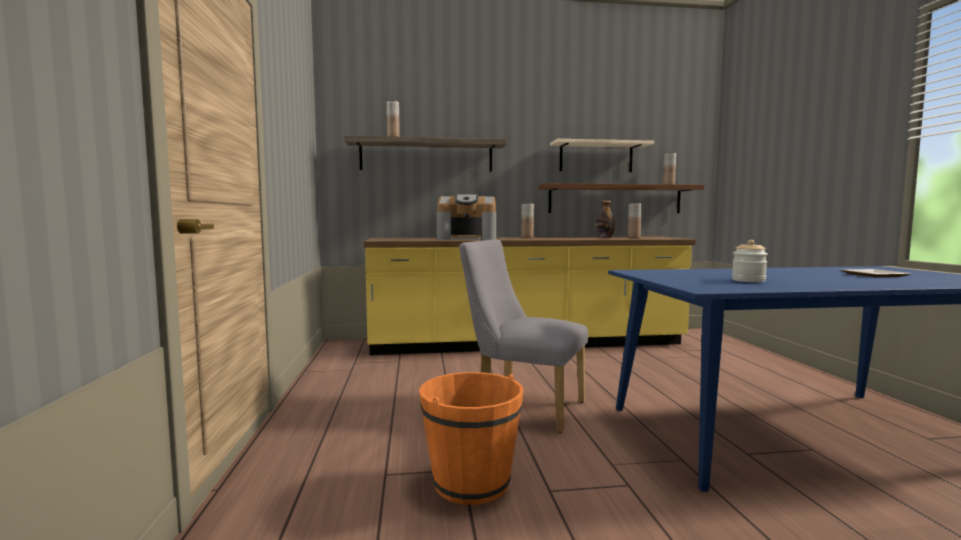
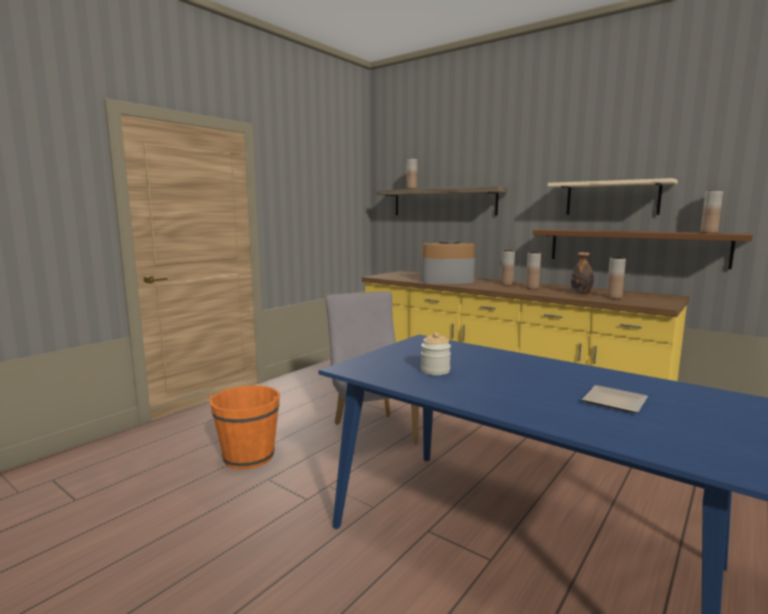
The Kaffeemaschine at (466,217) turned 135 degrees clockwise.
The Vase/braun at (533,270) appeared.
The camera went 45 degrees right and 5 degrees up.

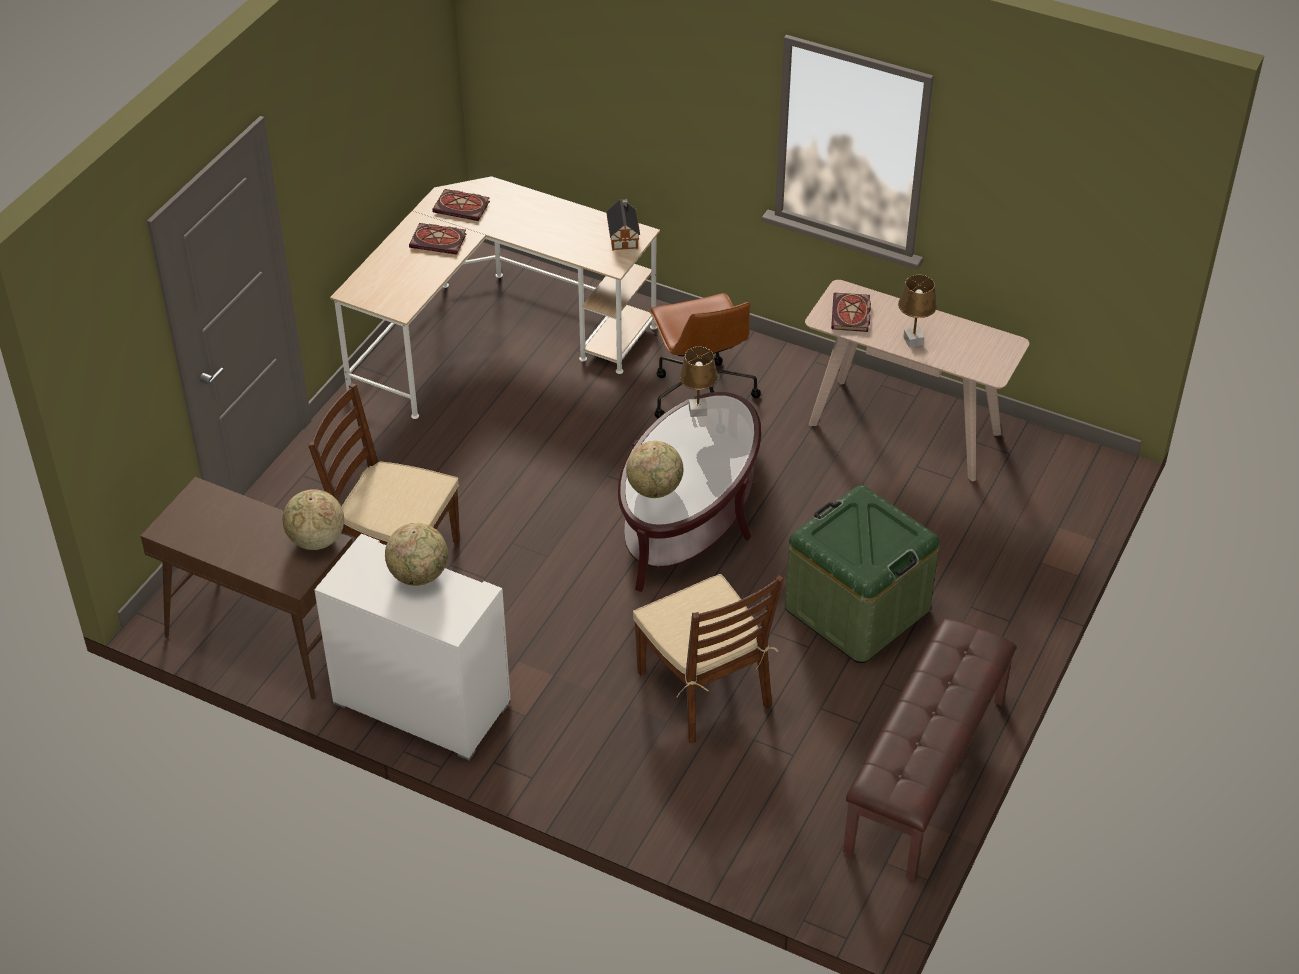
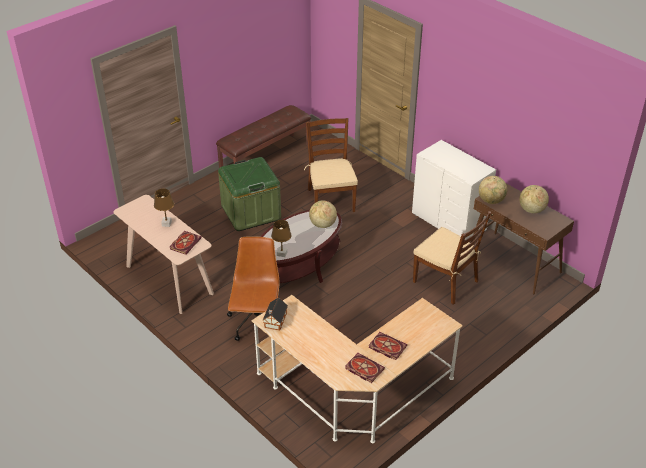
The Globus moved from (416,554) to (534,199).
The camera went 160 degrees left and 5 degrees down.

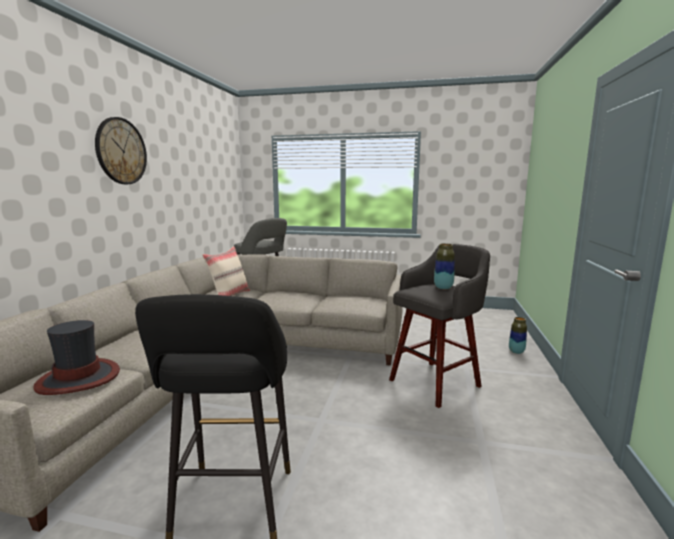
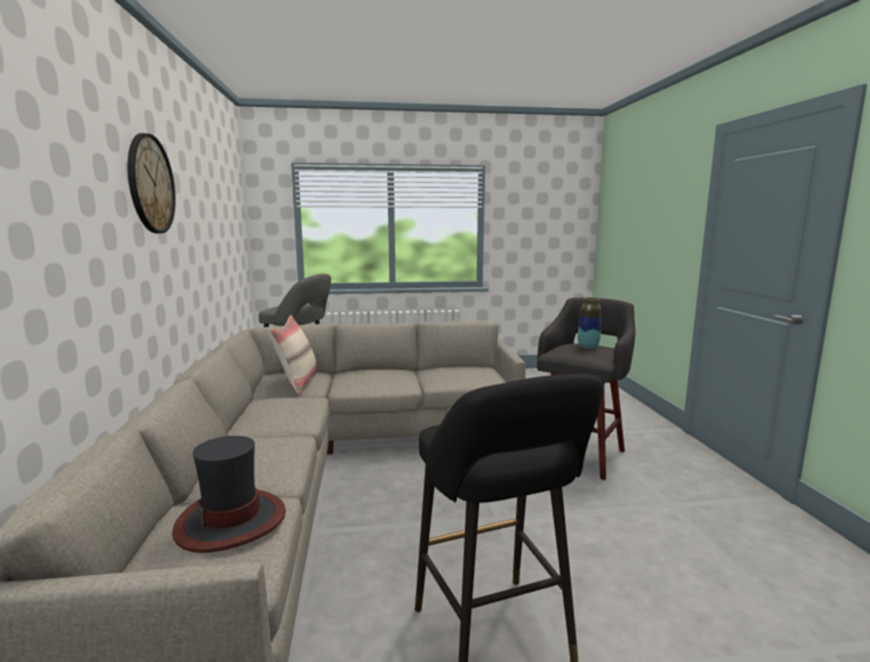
The Vase at (518,335) disappeared.
The camera went 20 degrees left and 0 degrees up.

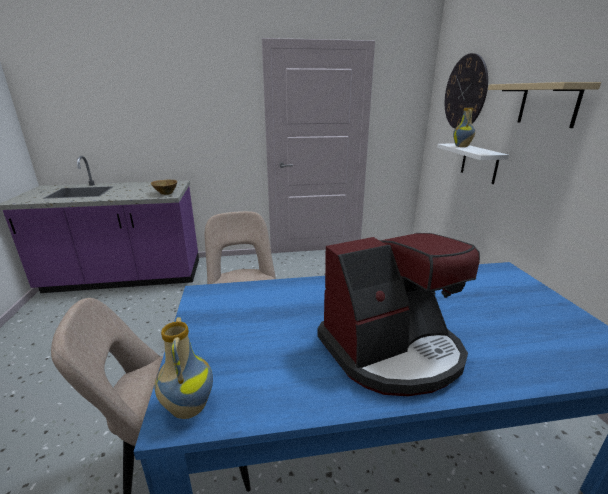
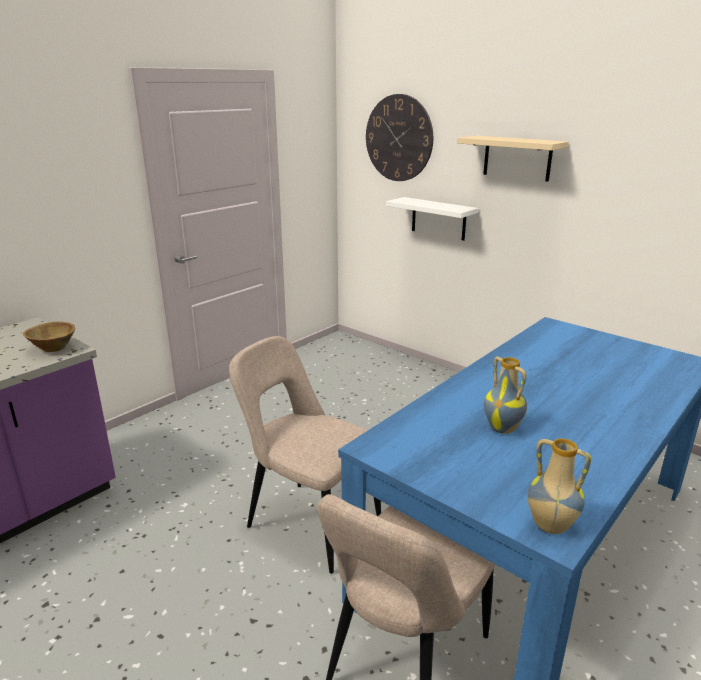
The Vase moved from (464,127) to (505,395).
The Kaffeemaschine at (398,314) disappeared.
The camera went 40 degrees left and 0 degrees up.

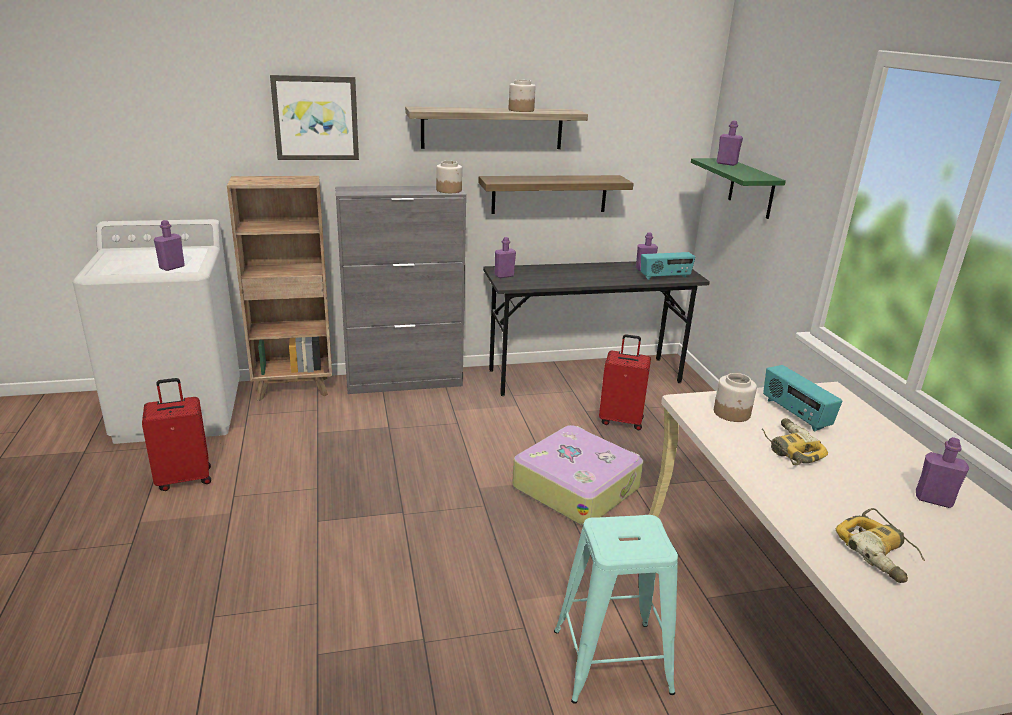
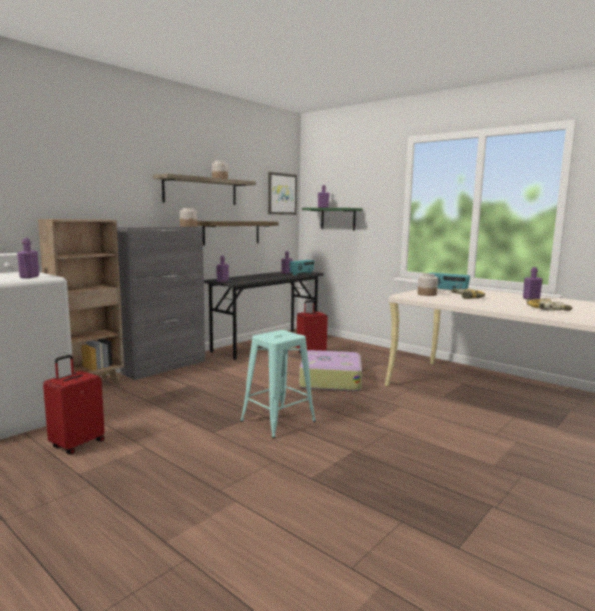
The Bild moved from (314,117) to (282,193).
The Hocker/türkis moved from (616,609) to (278,384).
The camera went 35 degrees left and 15 degrees down.

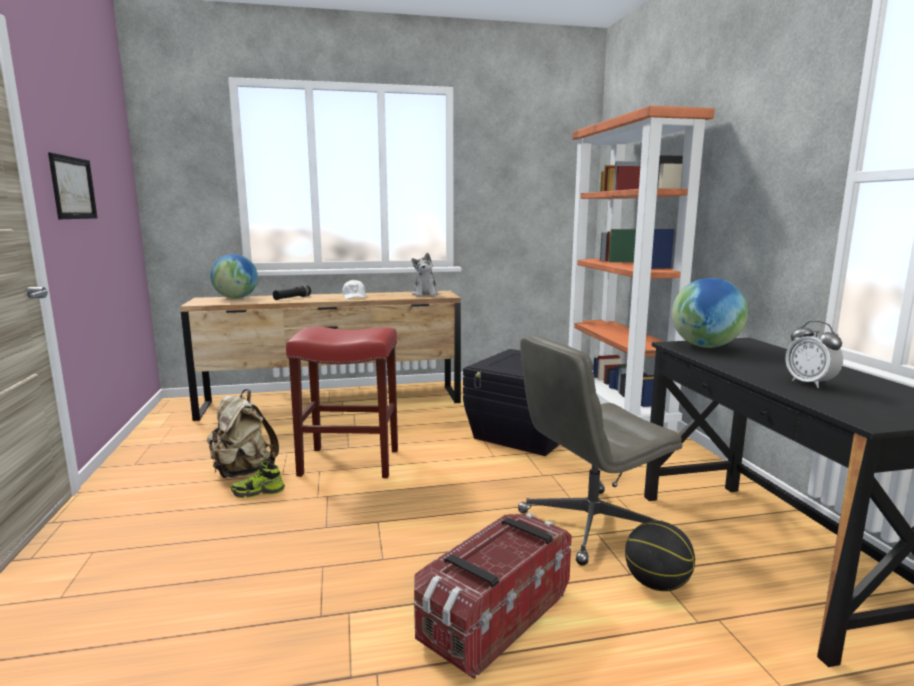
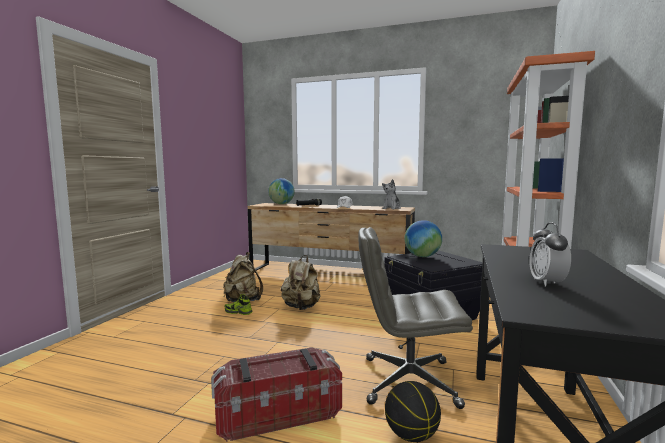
The Bild at (72,186) disappeared.
The Globus moved from (710,313) to (423,238).
The Hocker/rot at (342,402) was replaced by the Rucksack/beige at (301,282).
The camera went 30 degrees right and 5 degrees down.

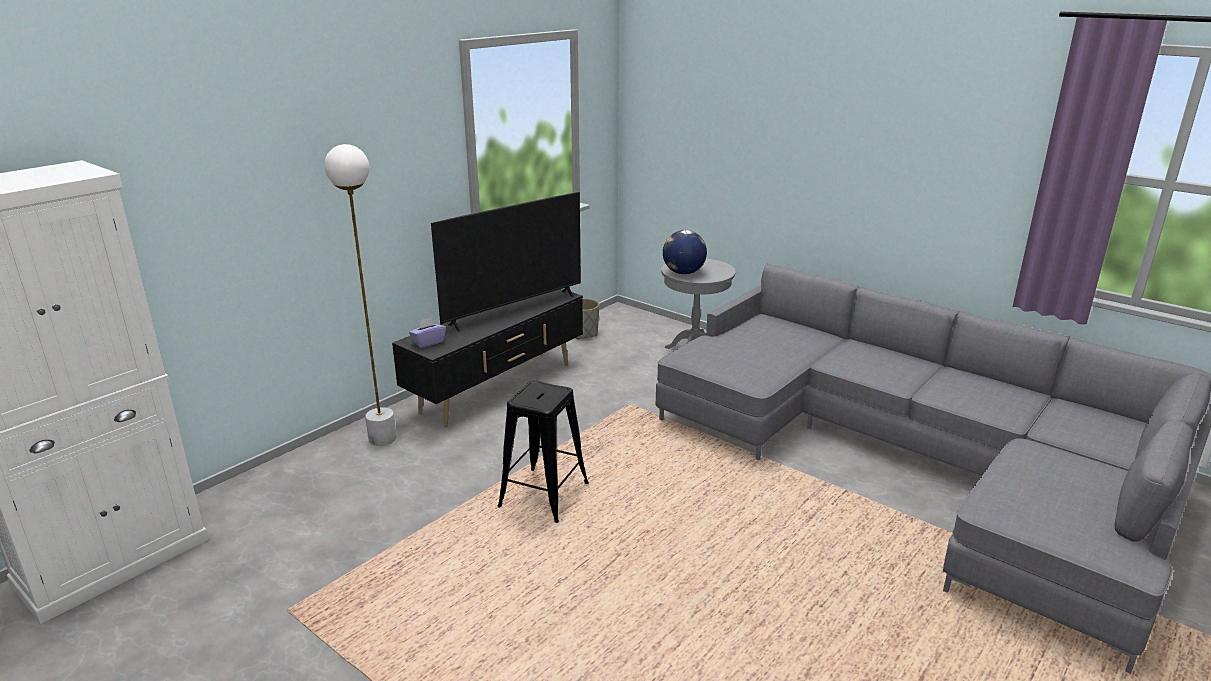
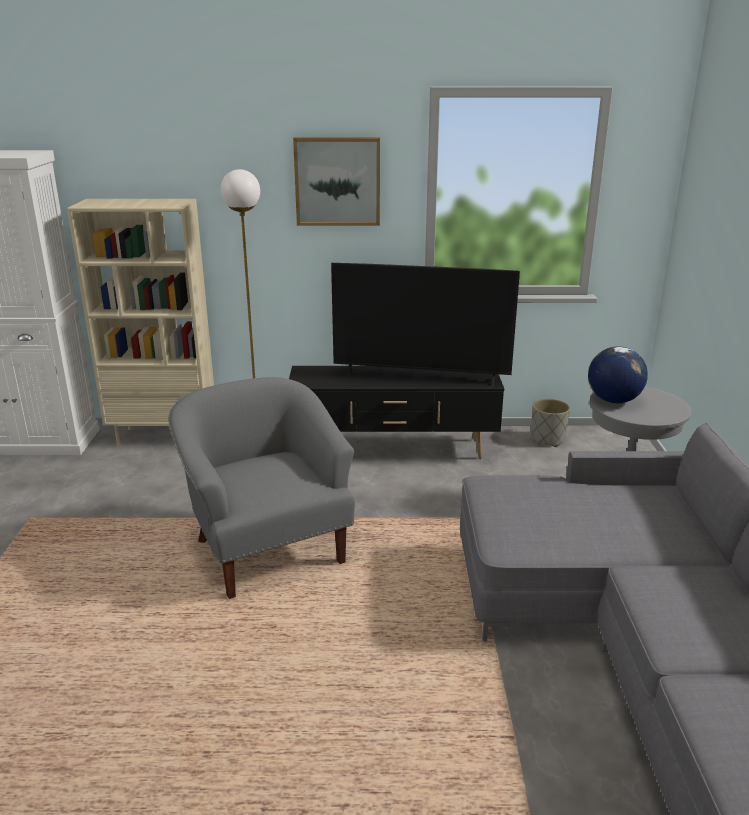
The Taschentuchbox/lila at (427,332) disappeared.
The Hocker/schwarz at (543,452) was replaced by the Sessel/grau at (261,488).
The Bild at (336,181) appeared.
The Bücherregal/beige at (140,323) appeared.
The camera went 50 degrees right and 0 degrees up.

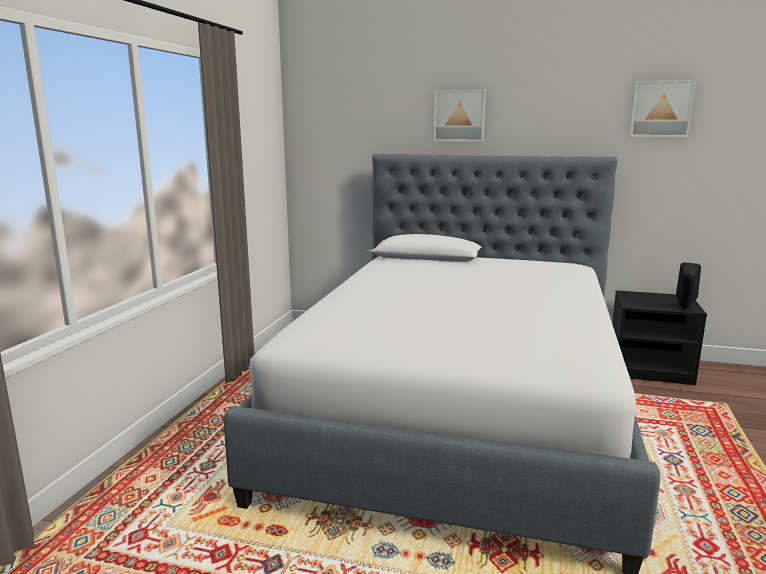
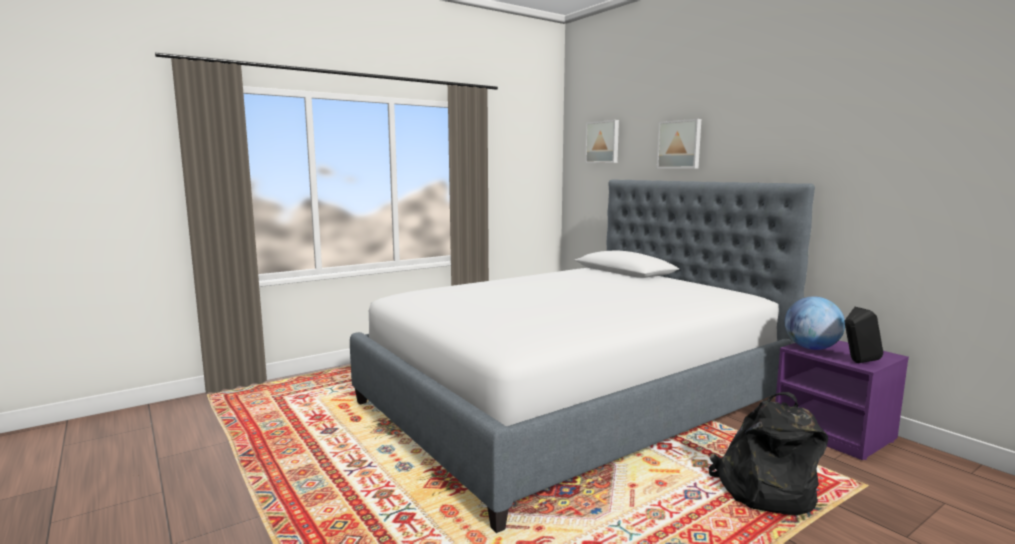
The Bild moved from (662,108) to (602,141).
The Nachttisch/schwarz at (659,337) became the Nachttisch/lila at (842,400).
The Globus at (815,323) appeared.
The Rucksack/schwarz at (768,453) appeared.
The camera went 40 degrees right and 5 degrees down.

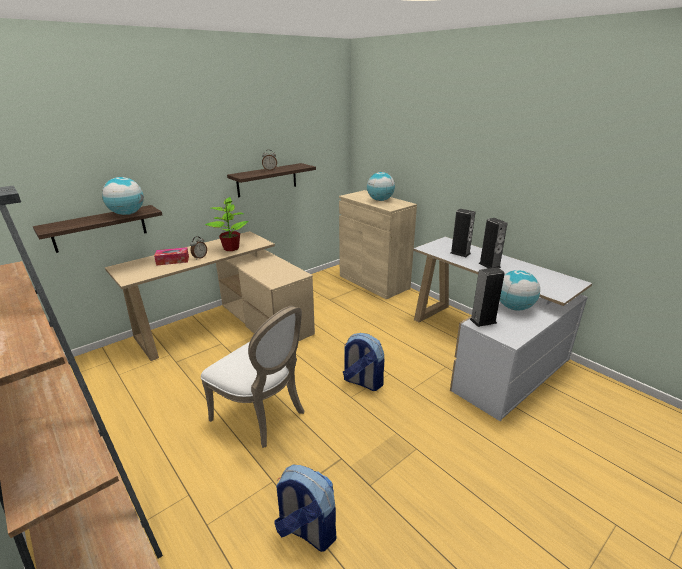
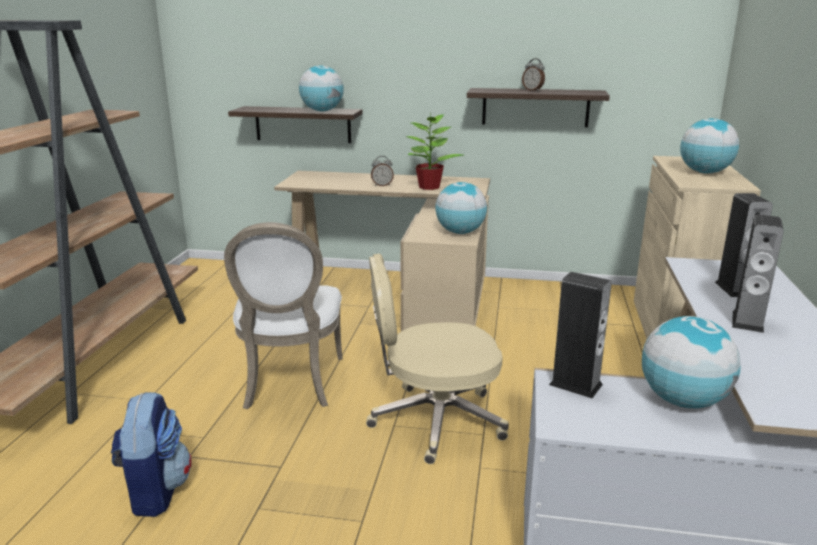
The Taschentuchbox at (171,256) disappeared.
The Rucksack at (363,362) was replaced by the Bürostuhl/beige at (437,359).
The Globus at (461,208) appeared.
The camera went 50 degrees right and 5 degrees down.

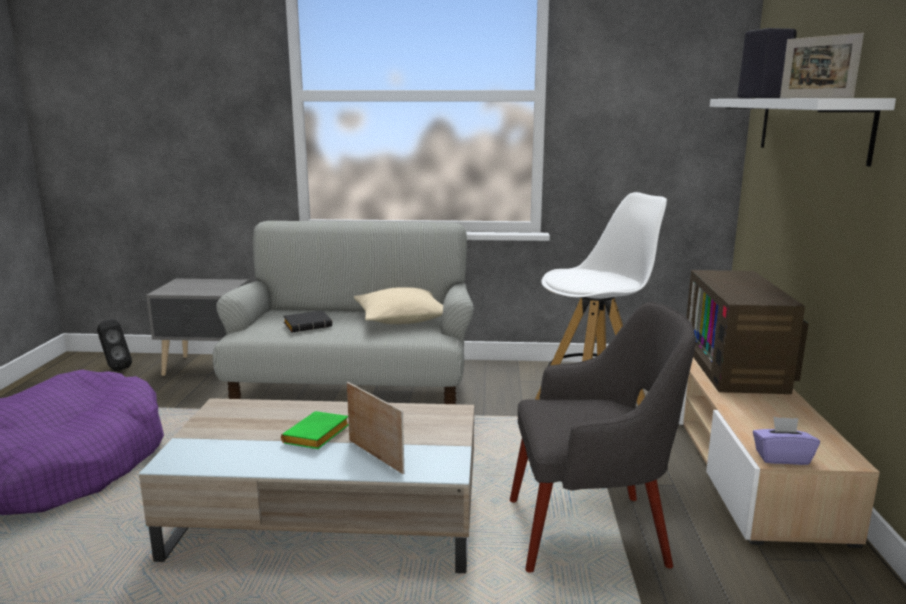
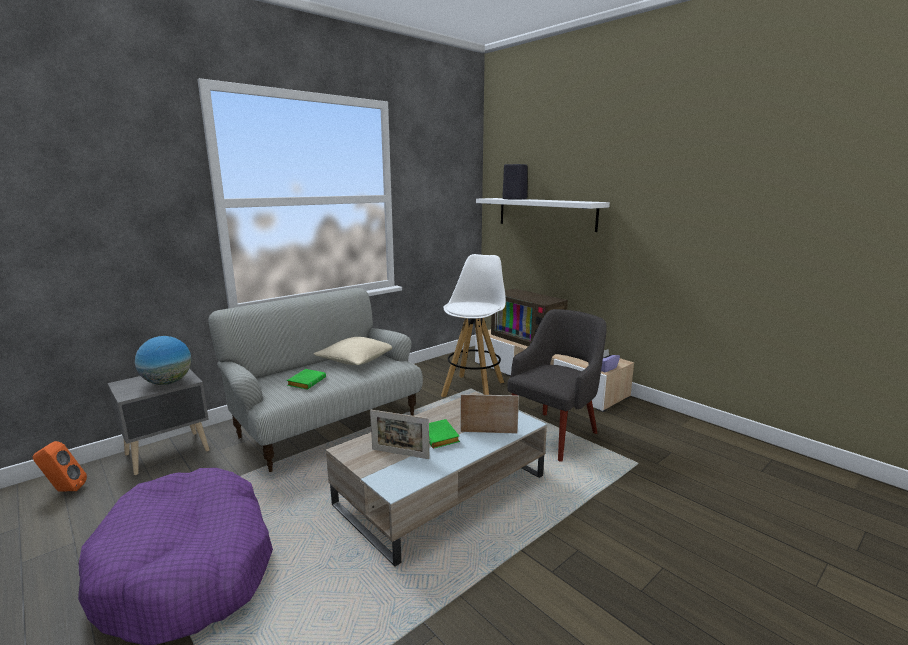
The Bilderrahmen moved from (822,65) to (399,434).
The Buch/schwarz at (307,321) became the Buch/grün at (306,379).
The Lautsprecher/schwarz at (114,345) became the Lautsprecher/orange at (60,466).
The Globus at (163,360) appeared.
The camera went 45 degrees left and 0 degrees up.

